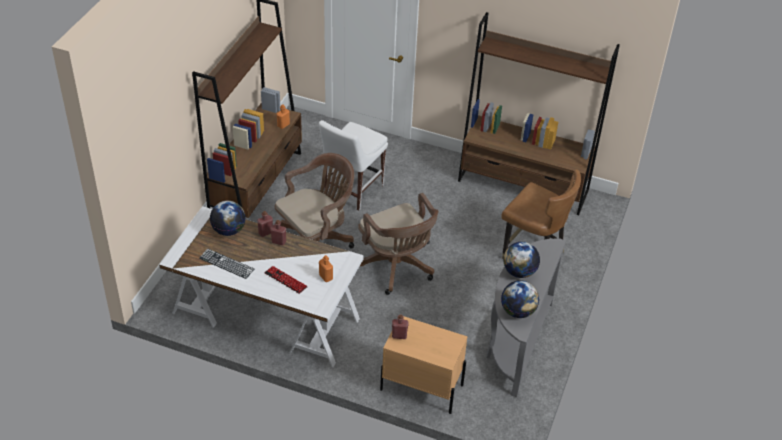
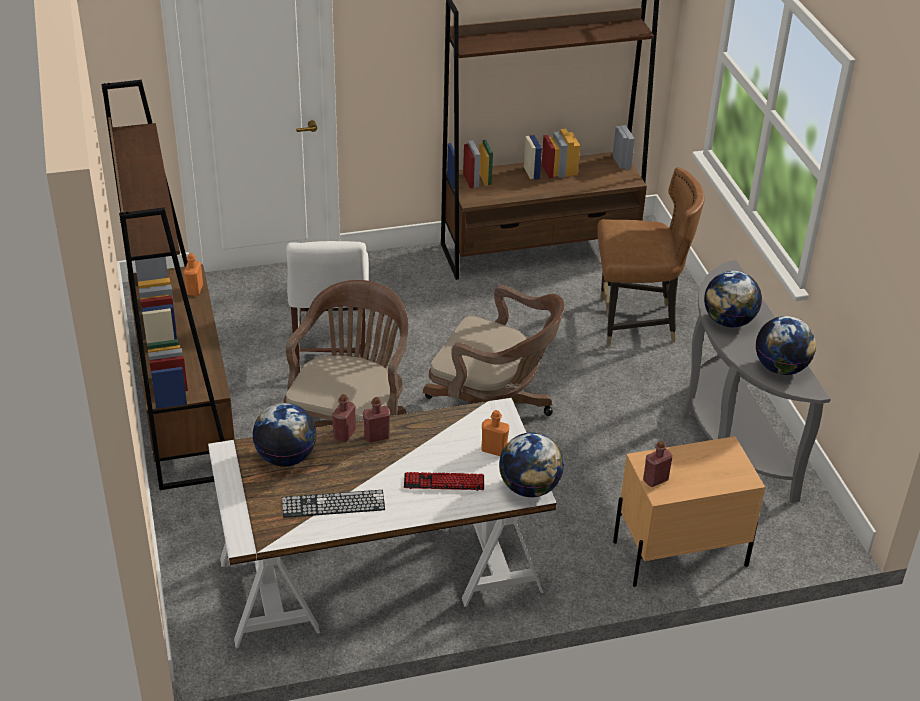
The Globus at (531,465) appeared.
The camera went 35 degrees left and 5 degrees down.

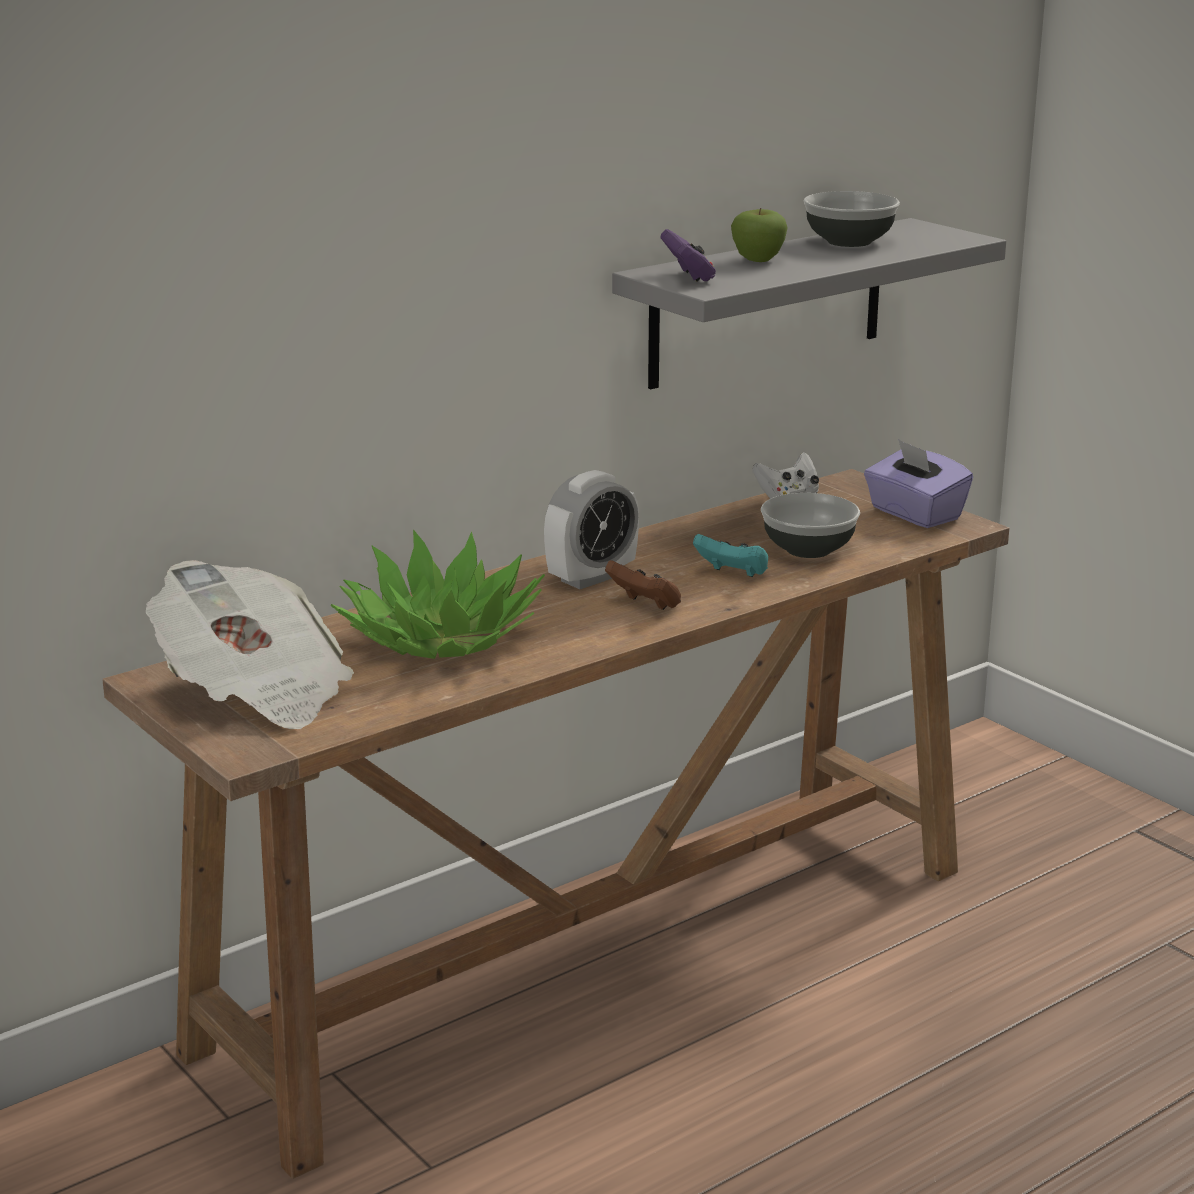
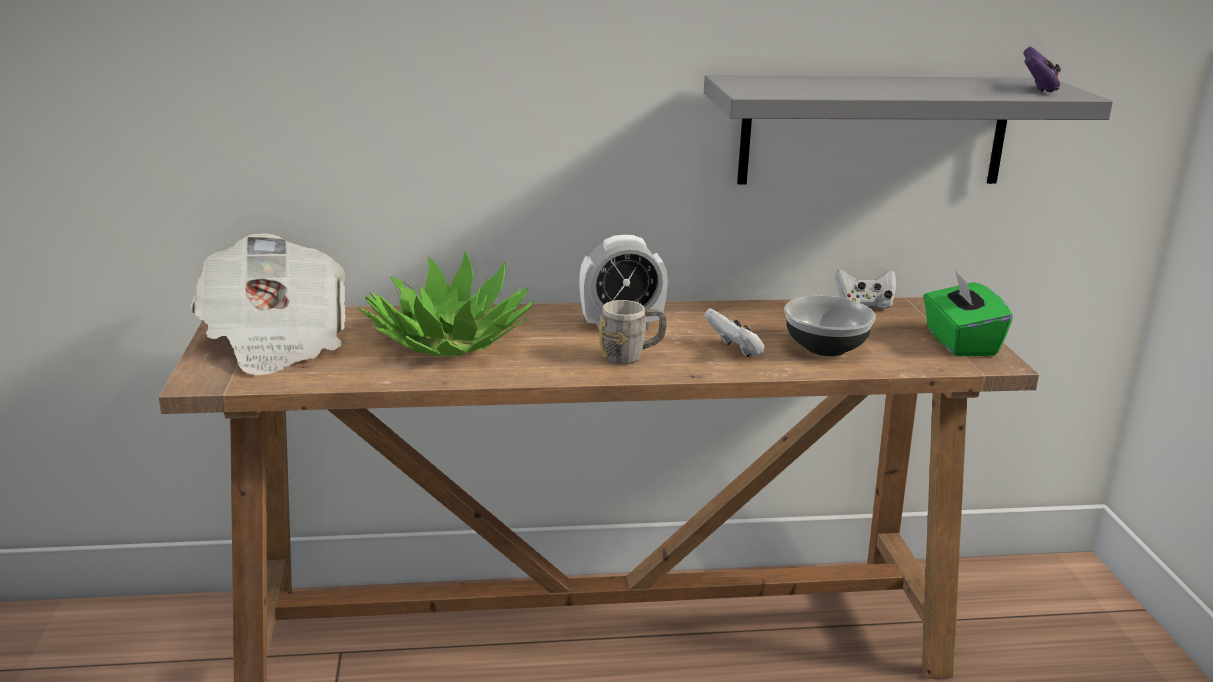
The Schüssel at (852,219) disappeared.
The Apfel at (759,235) disappeared.
The Gamepad/lila moved from (688,255) to (1042,69).
The Taschentuchbox/lila at (918,483) became the Taschentuchbox/grün at (968,313).
The Gamepad/türkis at (730,555) became the Gamepad/weiß at (734,332).
The Gamepad/braun at (643,585) was replaced by the Henkelbecher/grau at (633,332).
The camera went 30 degrees right and 0 degrees up.

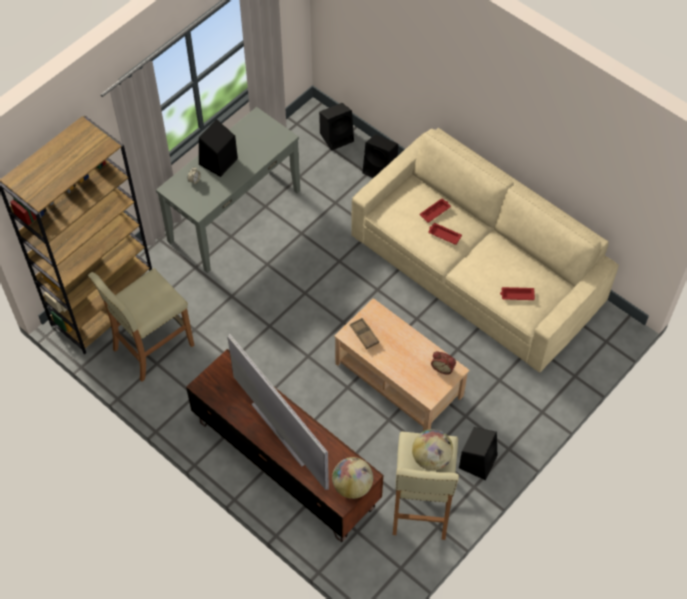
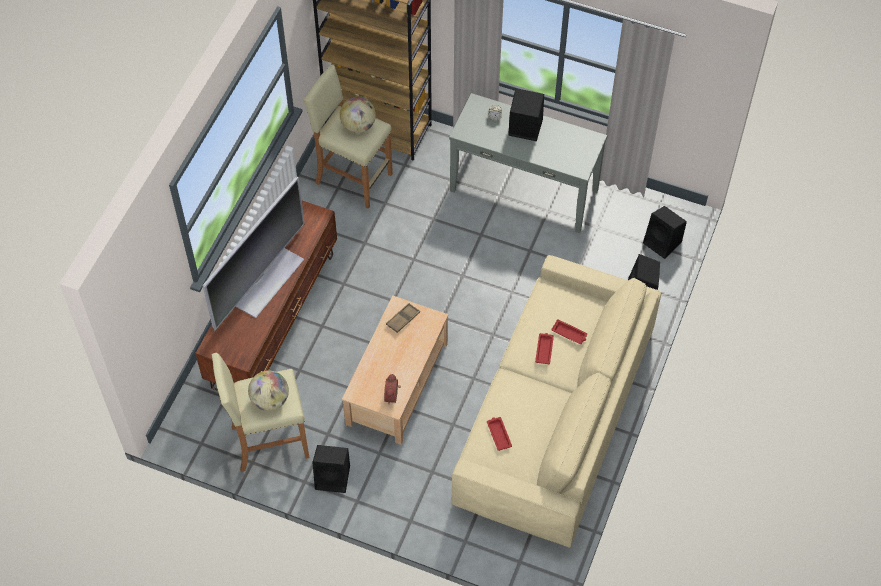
The Globus moved from (352,478) to (358,115).
The camera went 70 degrees right and 0 degrees up.

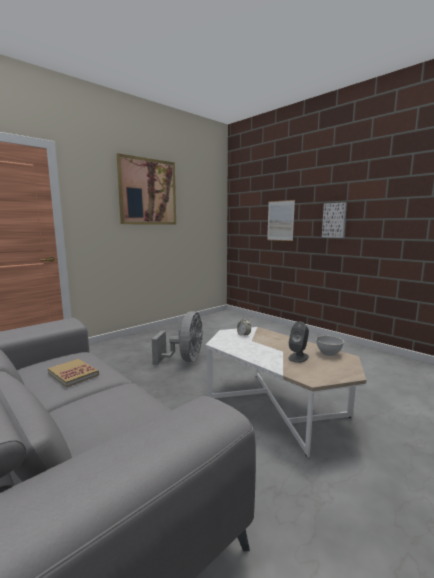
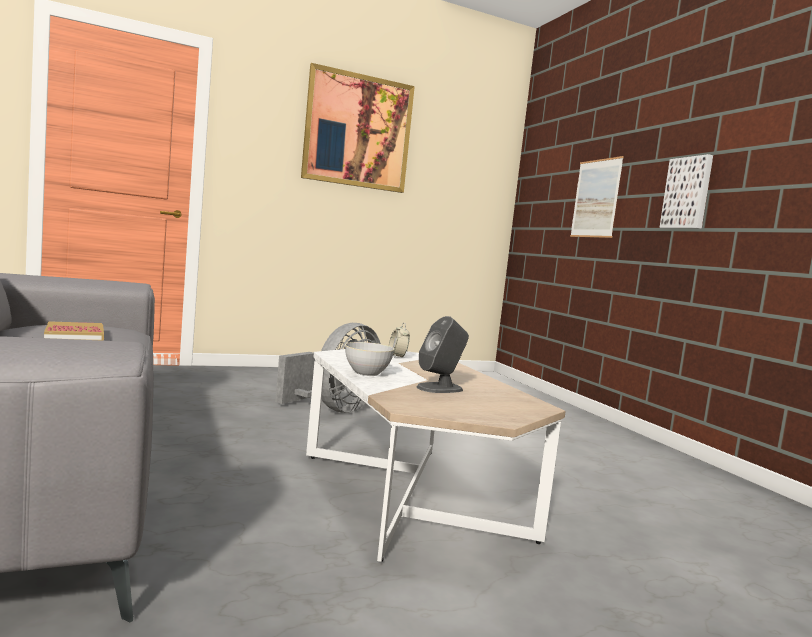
The Schüssel/grau moved from (330,346) to (369,359).
The camera went 20 degrees right and 5 degrees down.

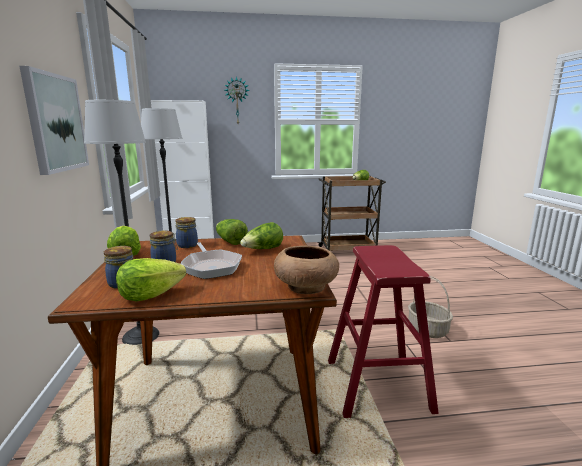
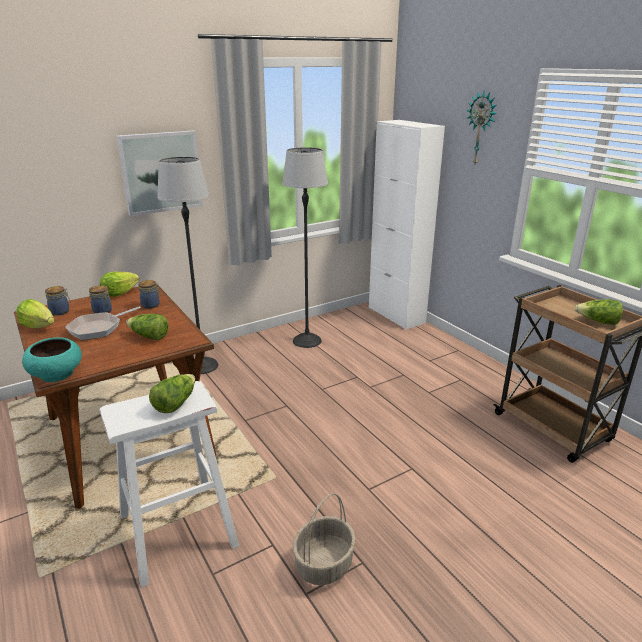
The Salatkopf moved from (232,232) to (172,393).
The Hocker/rot at (383,331) became the Hocker/weiß at (169,484).
The Schüssel/braun at (306,270) became the Schüssel/türkis at (52,359).
The camera went 65 degrees right and 10 degrees up.

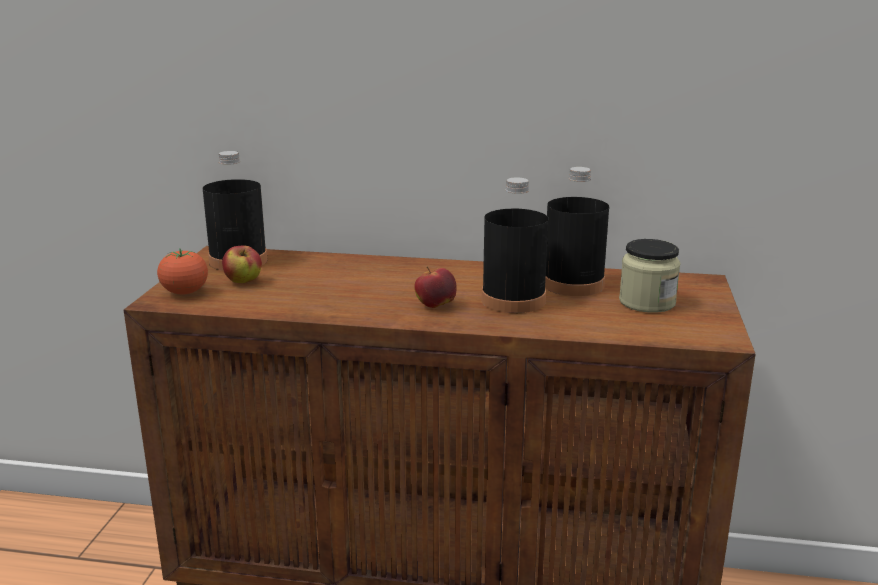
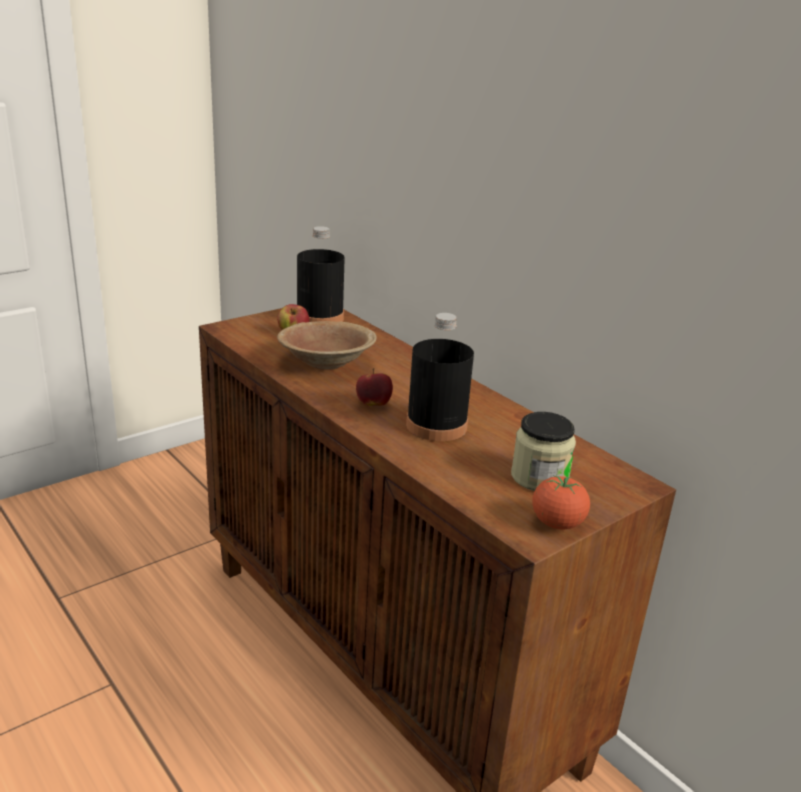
The Flasche/schwarz at (577,231) disappeared.
The Tomate moved from (182,271) to (561,503).
The Schüssel/braun at (327,345) appeared.
The camera went 40 degrees right and 5 degrees up.

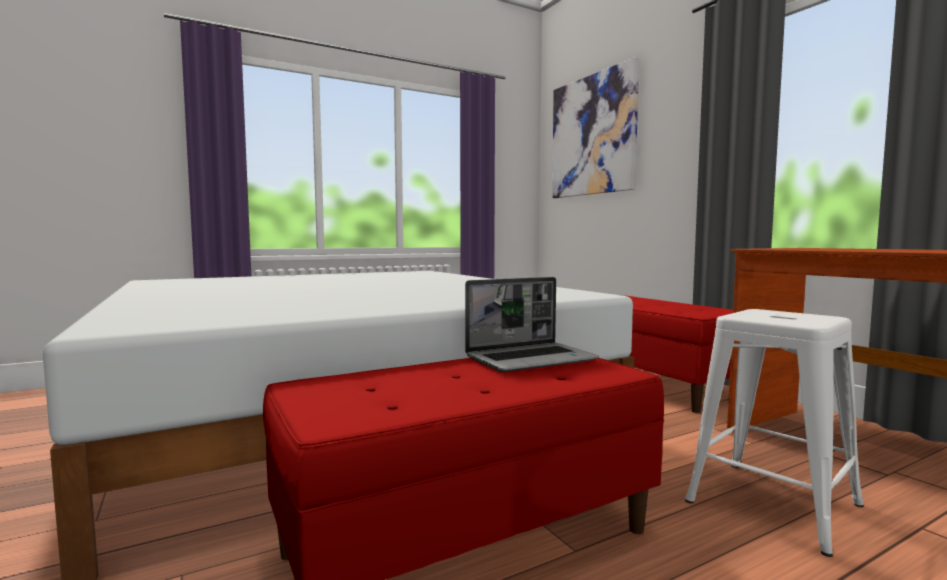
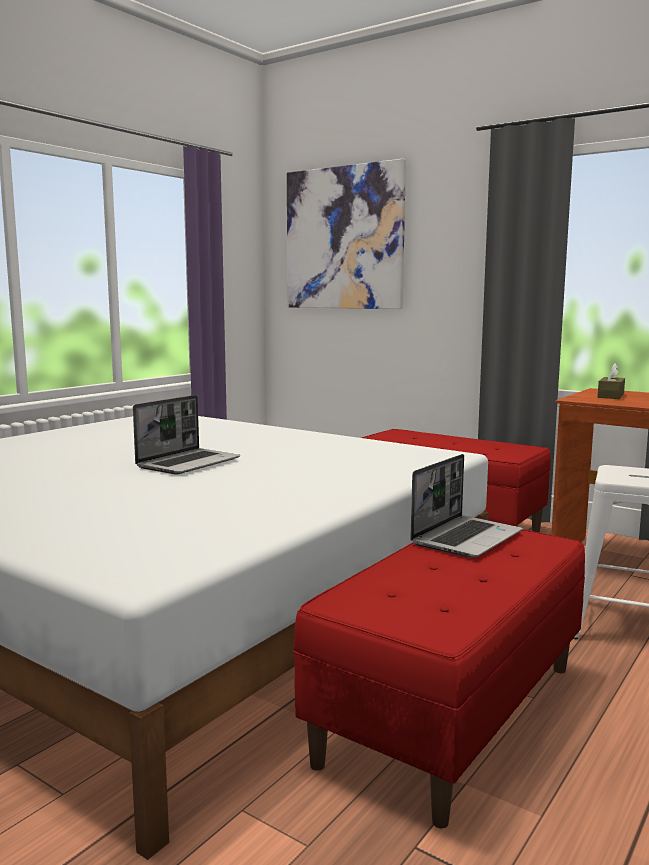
The Taschentuchbox/braun at (611,381) appeared.
The Laptop at (186,435) appeared.
The camera went 25 degrees left and 5 degrees up.

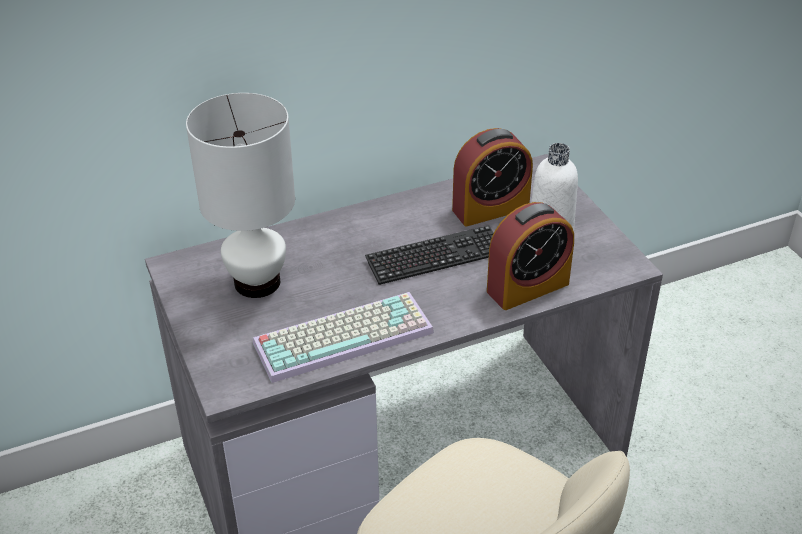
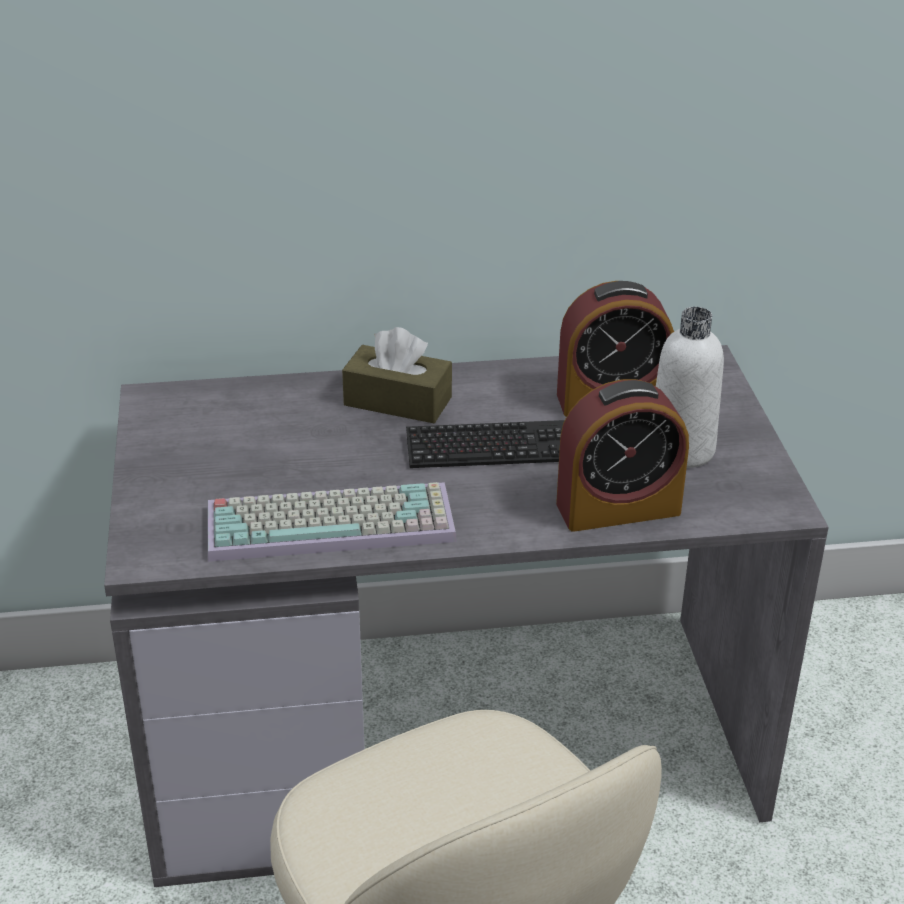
The Tischlampe/weiß at (240,195) disappeared.
The Taschentuchbox/braun at (397,375) appeared.
The camera went 15 degrees right and 5 degrees down.

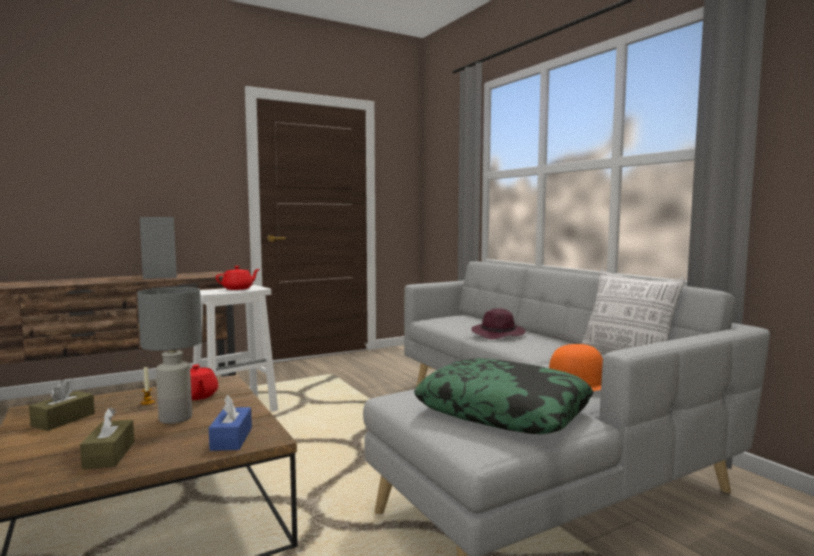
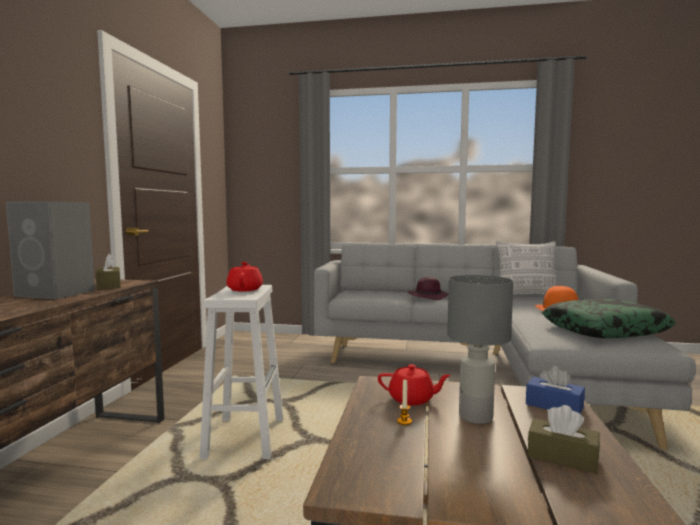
The Taschentuchbox/braun moved from (62,405) to (108,272).
The camera went 50 degrees left and 0 degrees up.

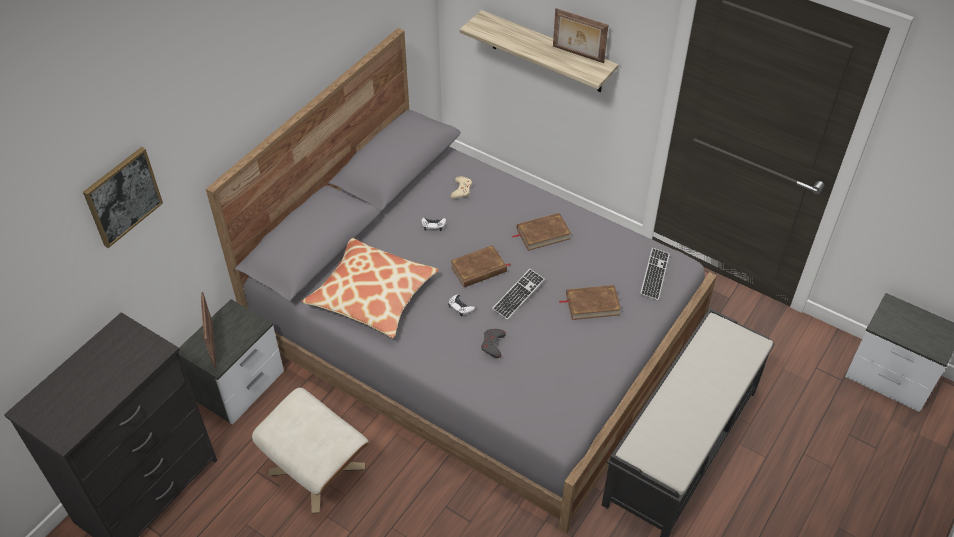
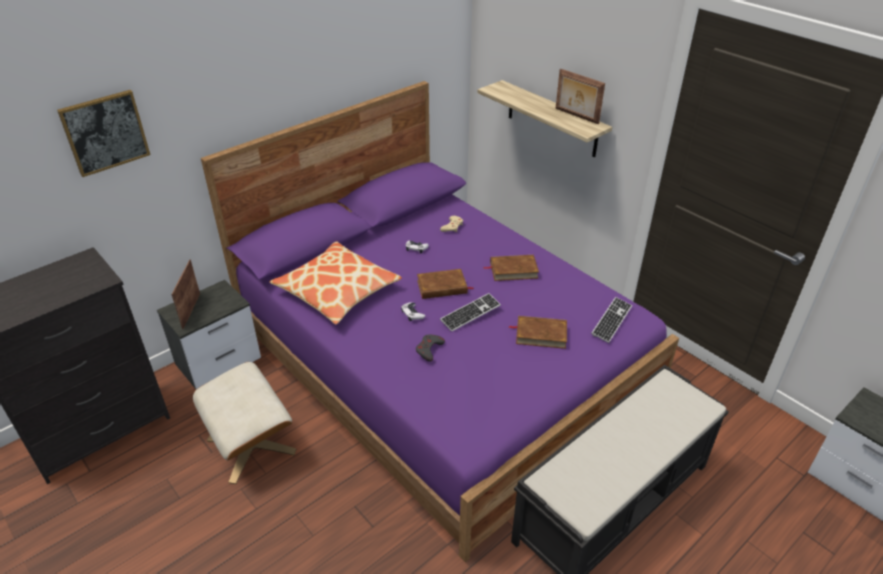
The Bett/grau at (461,280) became the Bett/lila at (440,321).
The camera went 15 degrees right and 10 degrees down.

